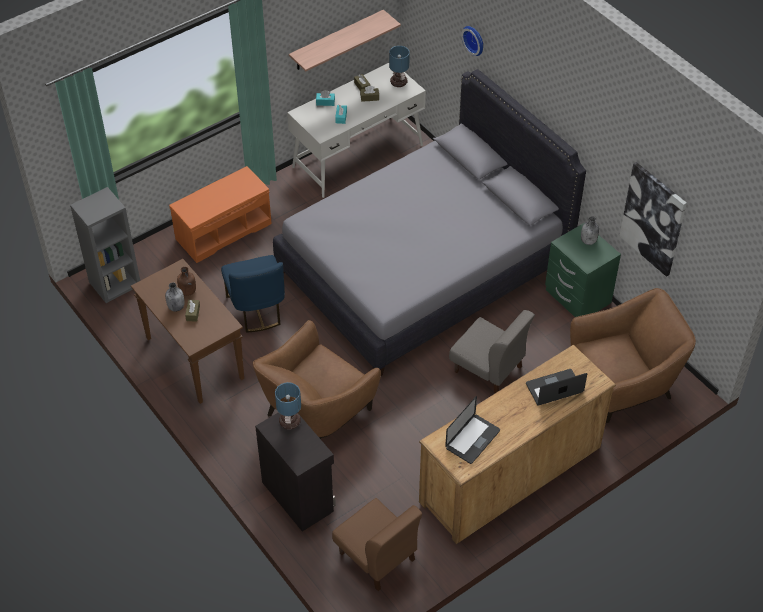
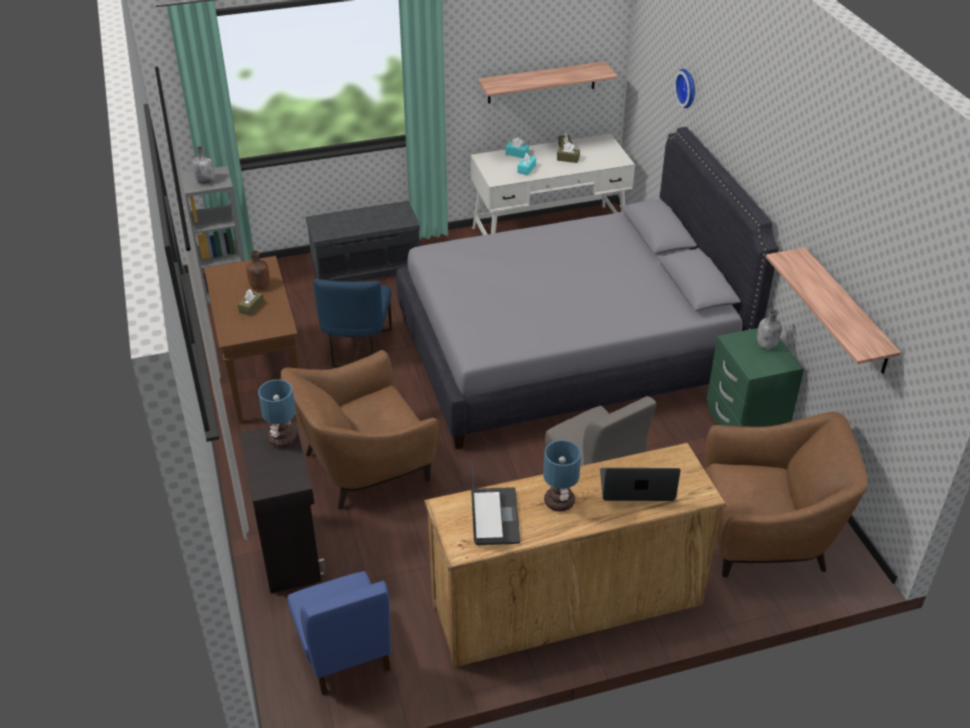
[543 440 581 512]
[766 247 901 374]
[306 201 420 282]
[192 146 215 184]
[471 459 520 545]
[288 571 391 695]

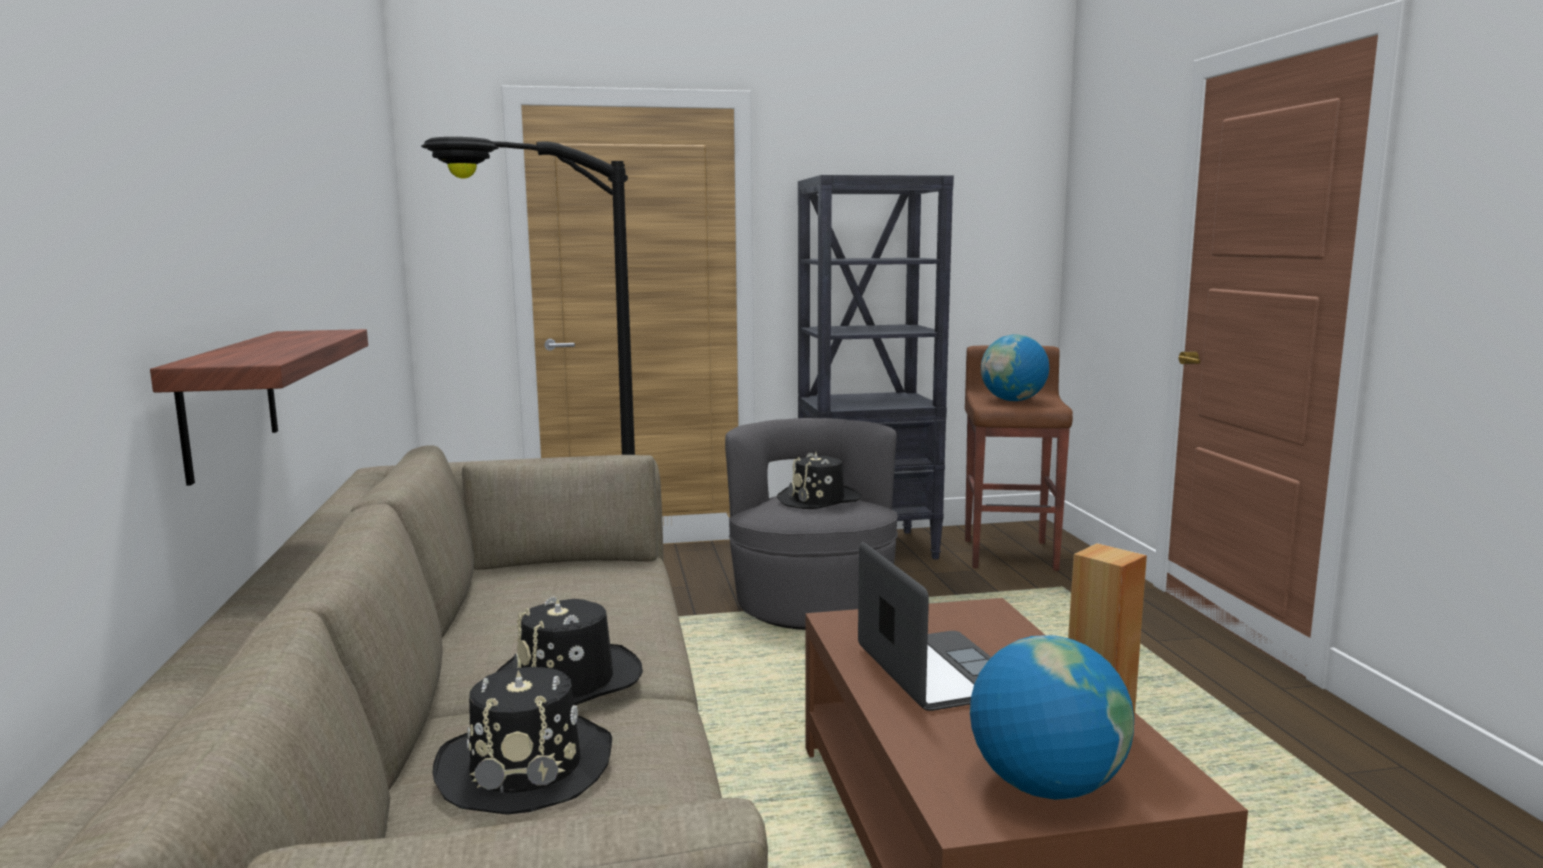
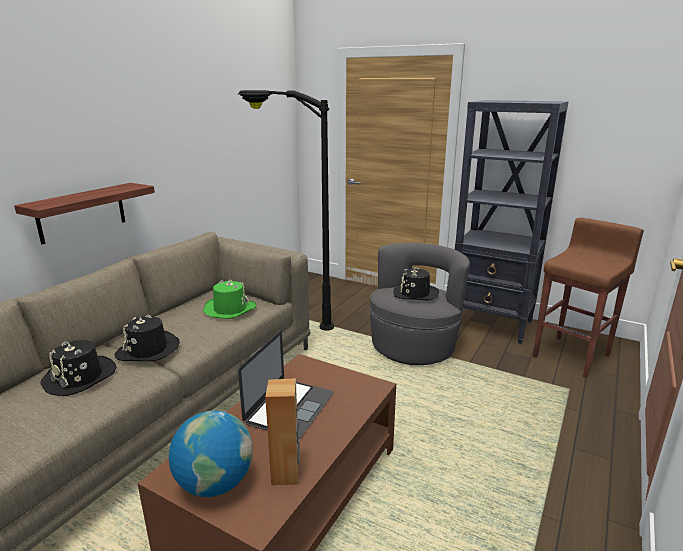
[981 334 1049 401] (first image)
[203 279 256 319]

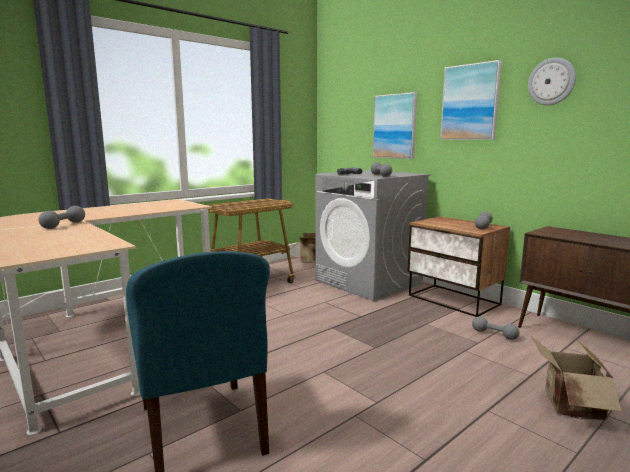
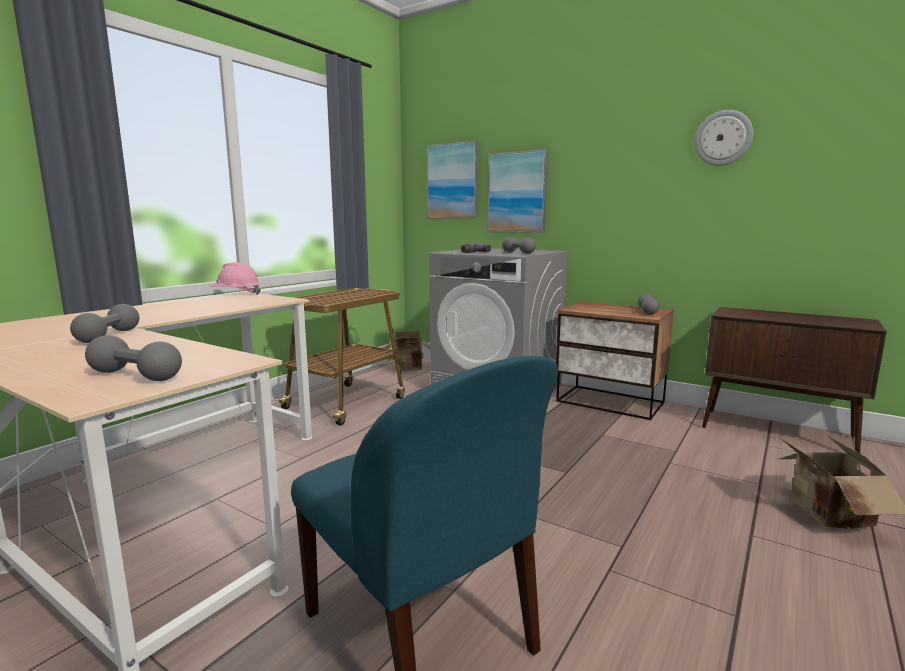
[427 141 479 219]
[85 335 182 381]
[211 262 261 295]

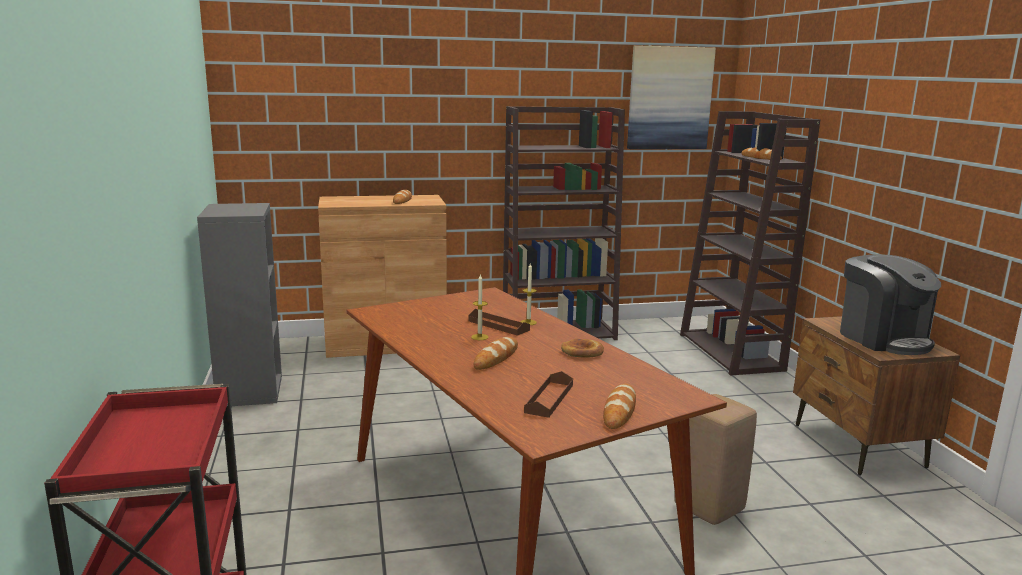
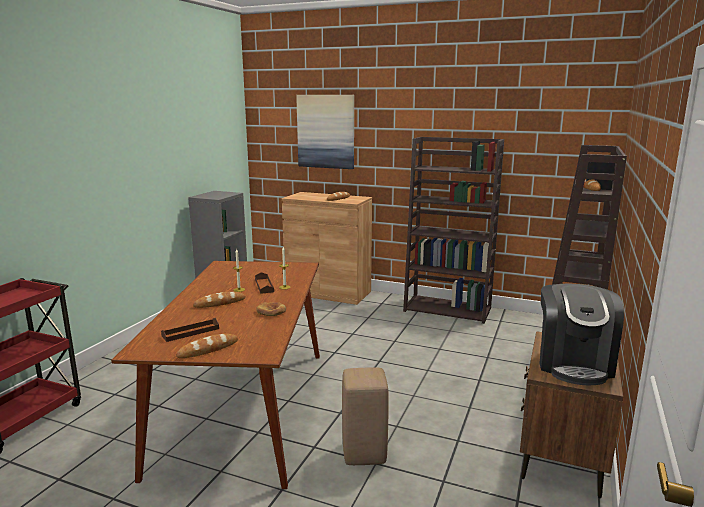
[296 95 354 169]

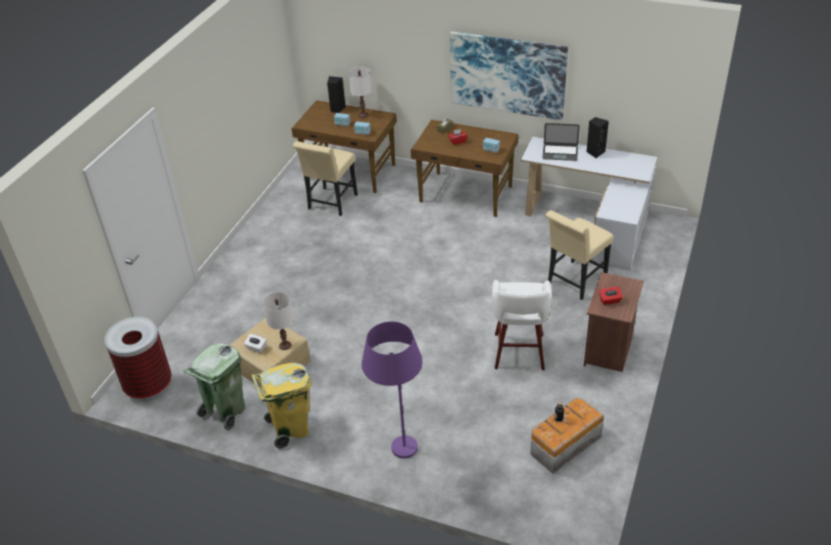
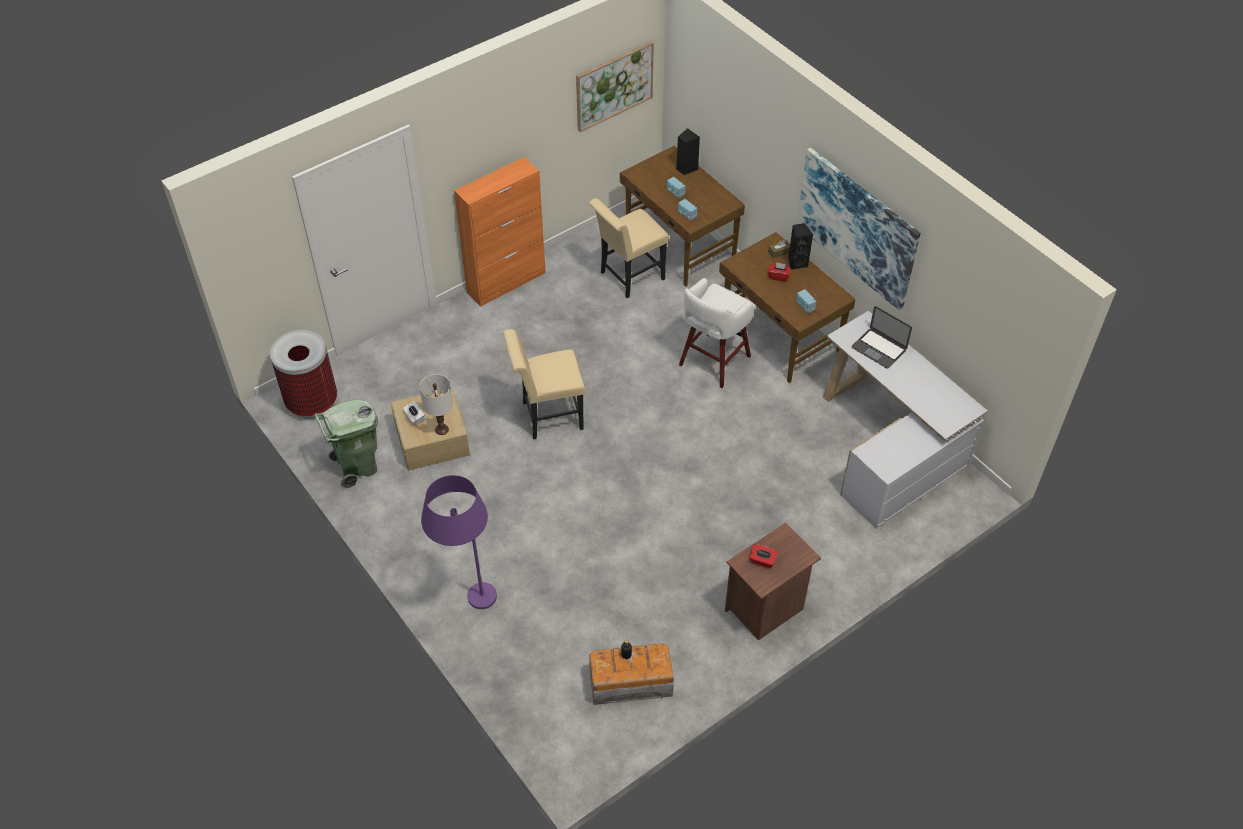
[348 67 372 118] (first image)
[788 223 813 270]
[503 329 585 440]
[679 278 755 388]
[252 363 311 449] (first image)
[576 41 654 132]
[454 157 546 307]

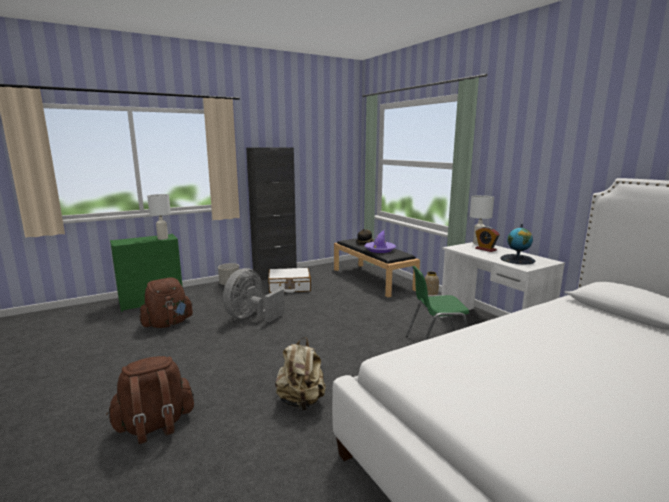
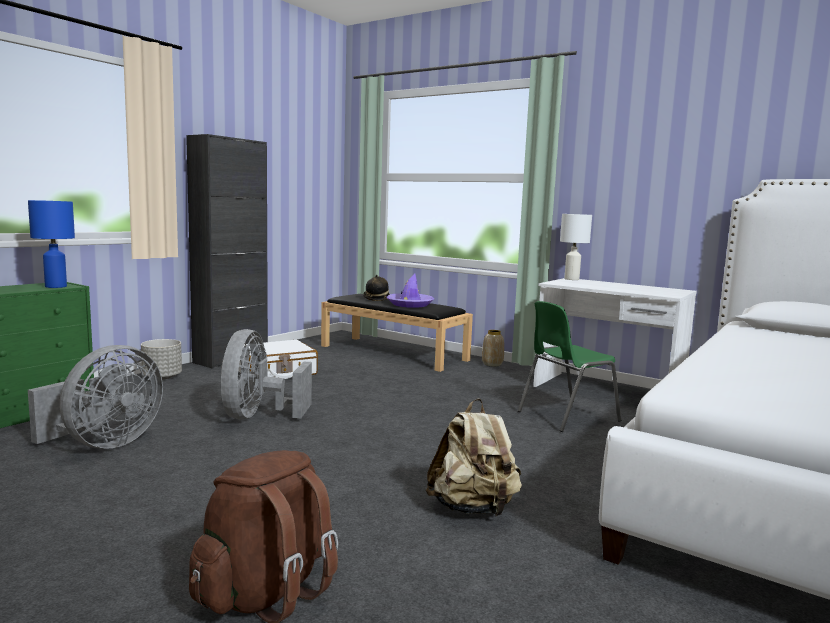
[28 200 75 288]
[500 224 535 264] (first image)
[475 227 500 252] (first image)
[28 345 163 449]

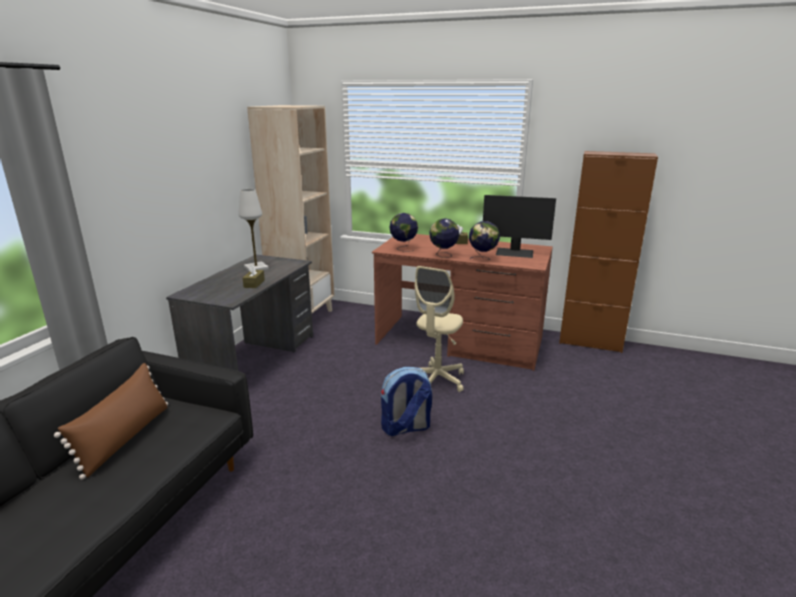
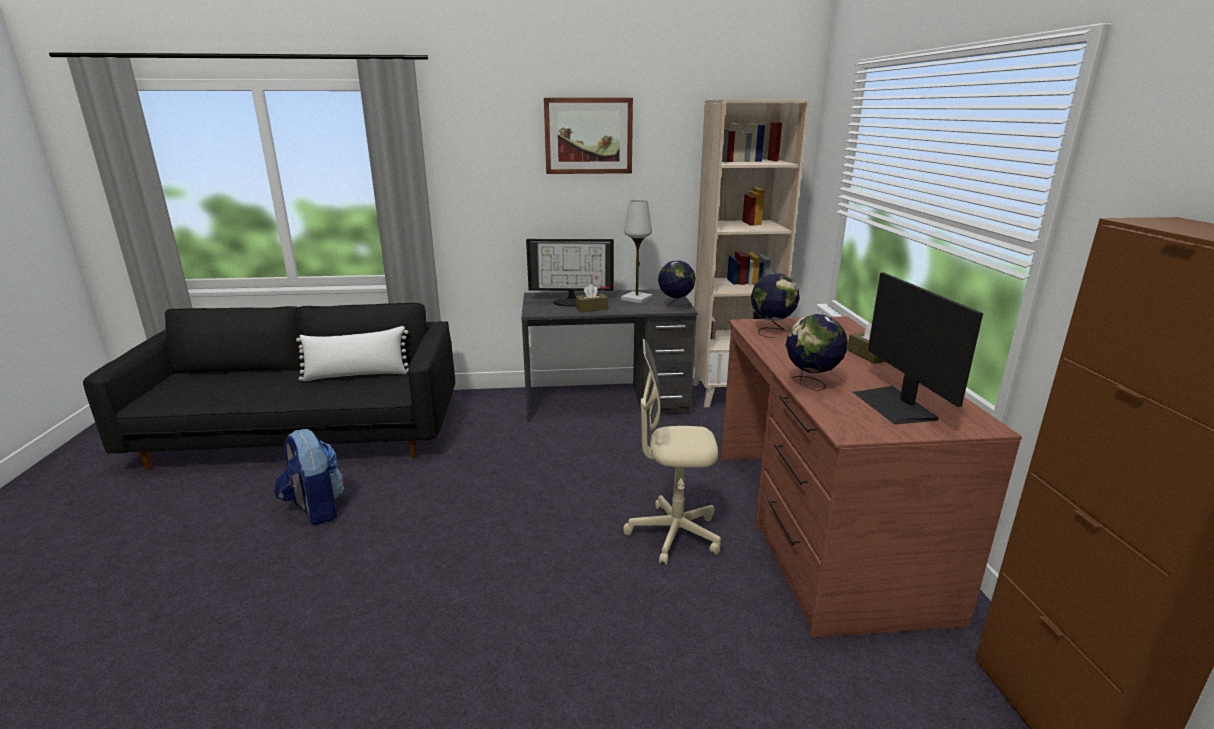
[658 261 696 310]
[296 326 408 381]
[274 429 345 525]
[544 98 633 174]
[526 239 614 307]

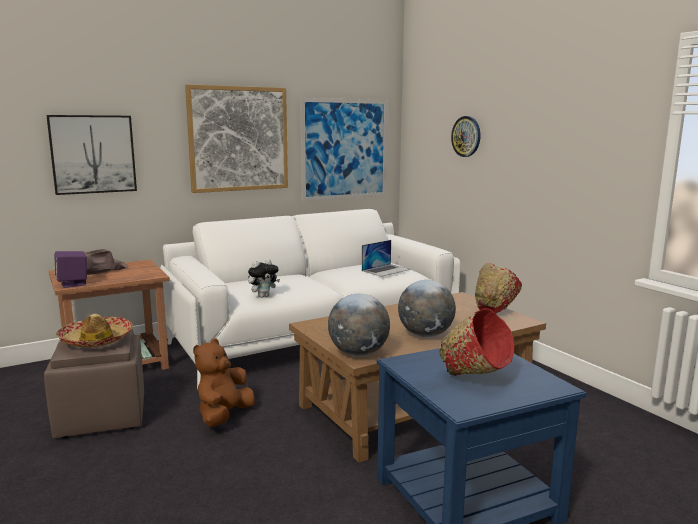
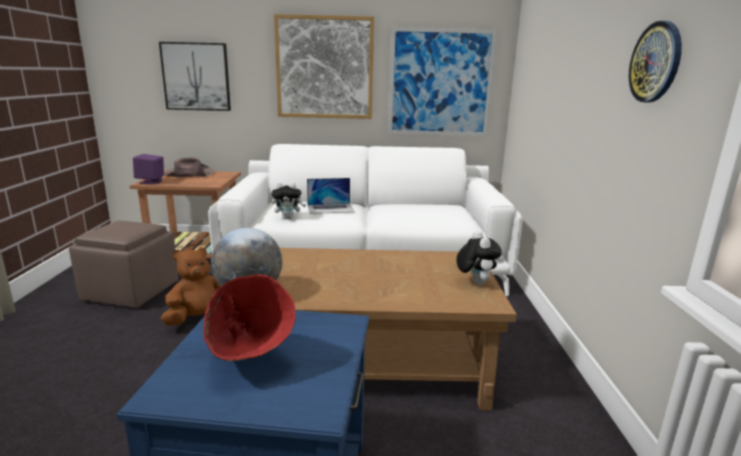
[629 21 682 103]
[307 178 355 214]
[456 231 502 285]
[398 280 456 337] (first image)
[56 314 133 347] (first image)

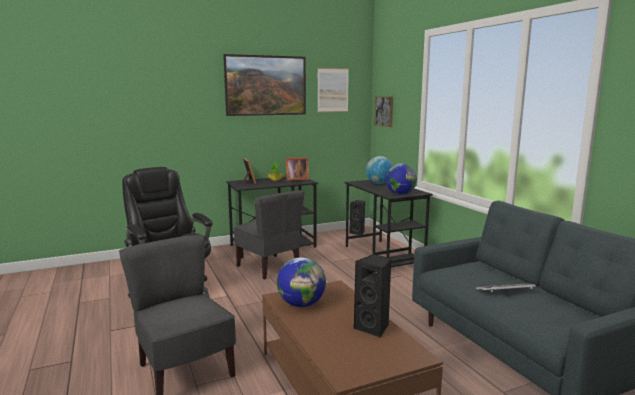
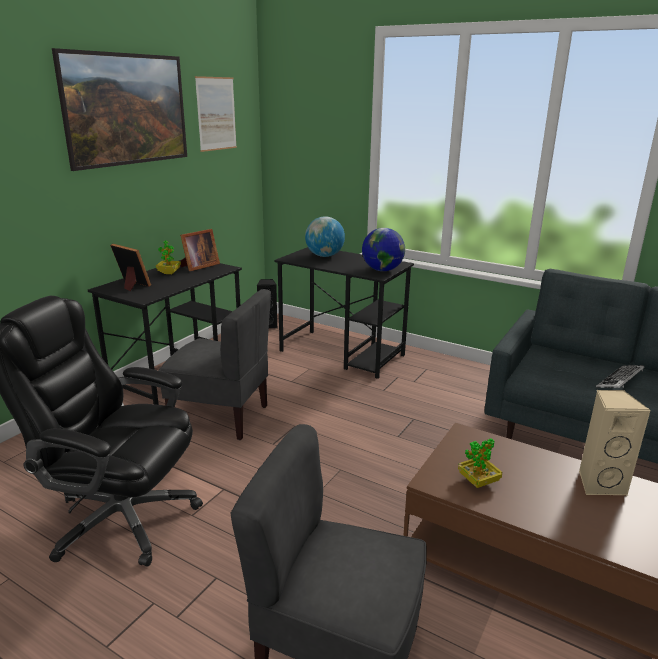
[375 96 393 127] (first image)
[579 390 651 496]
[458 438 502 488]

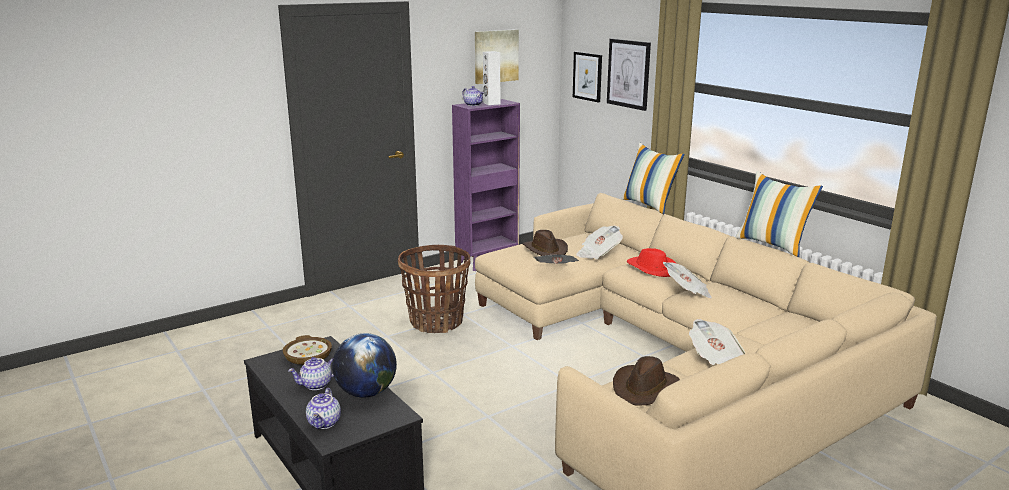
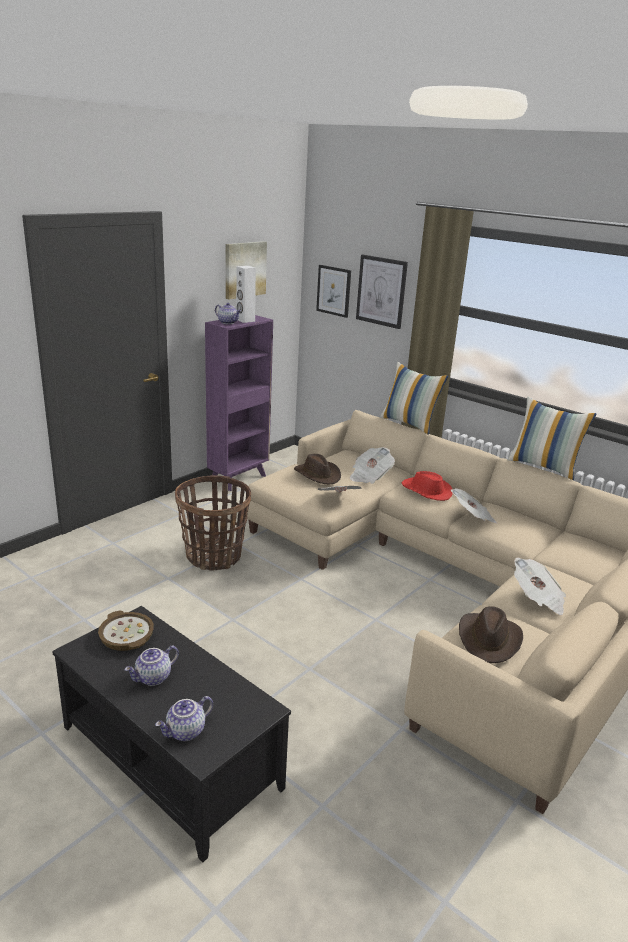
[332 333 397 397] (first image)
[155 696 213 741]

